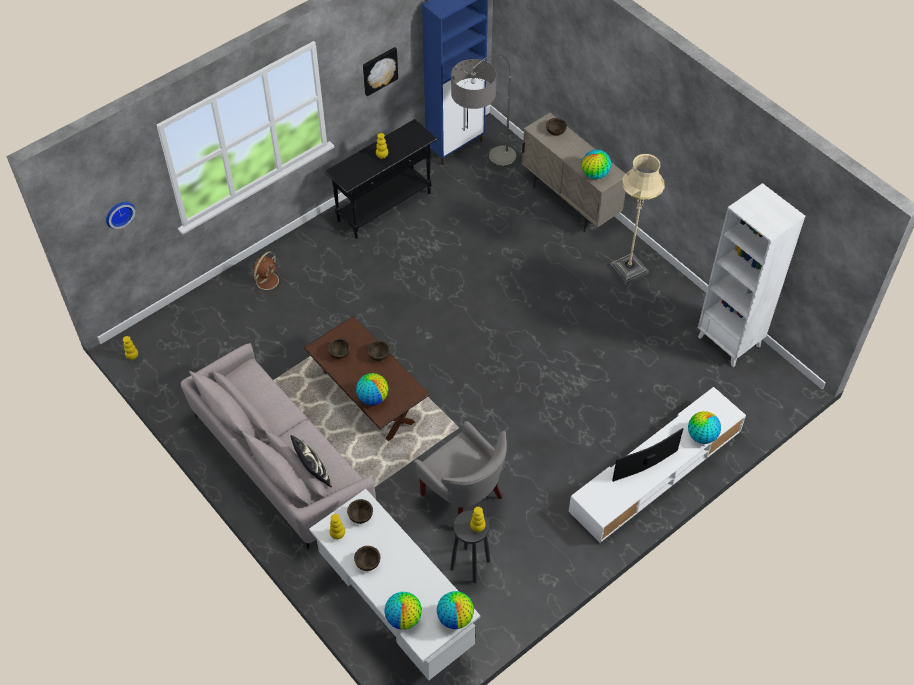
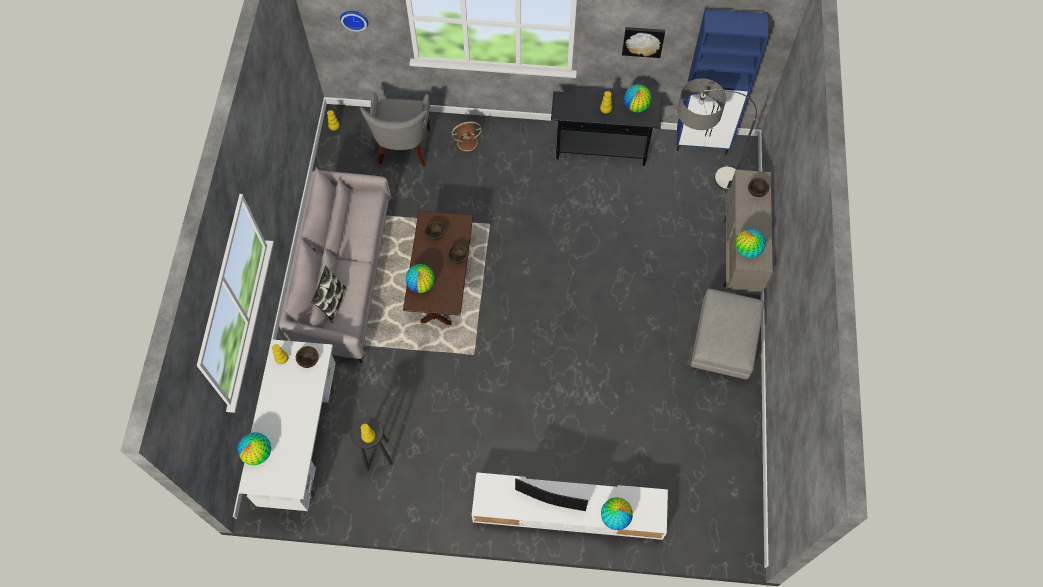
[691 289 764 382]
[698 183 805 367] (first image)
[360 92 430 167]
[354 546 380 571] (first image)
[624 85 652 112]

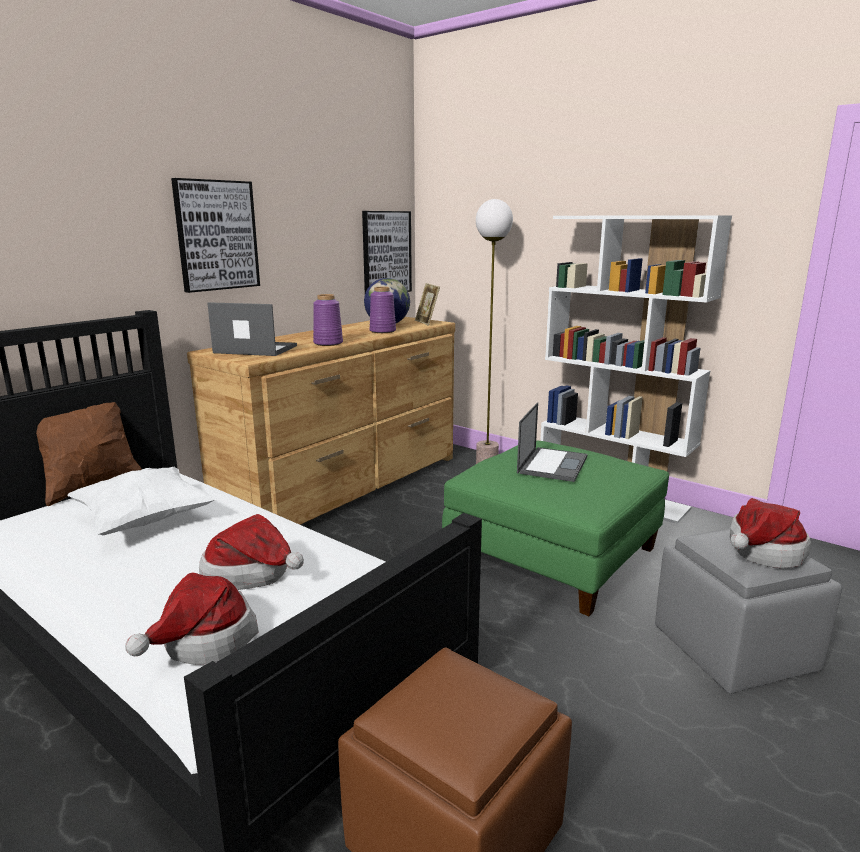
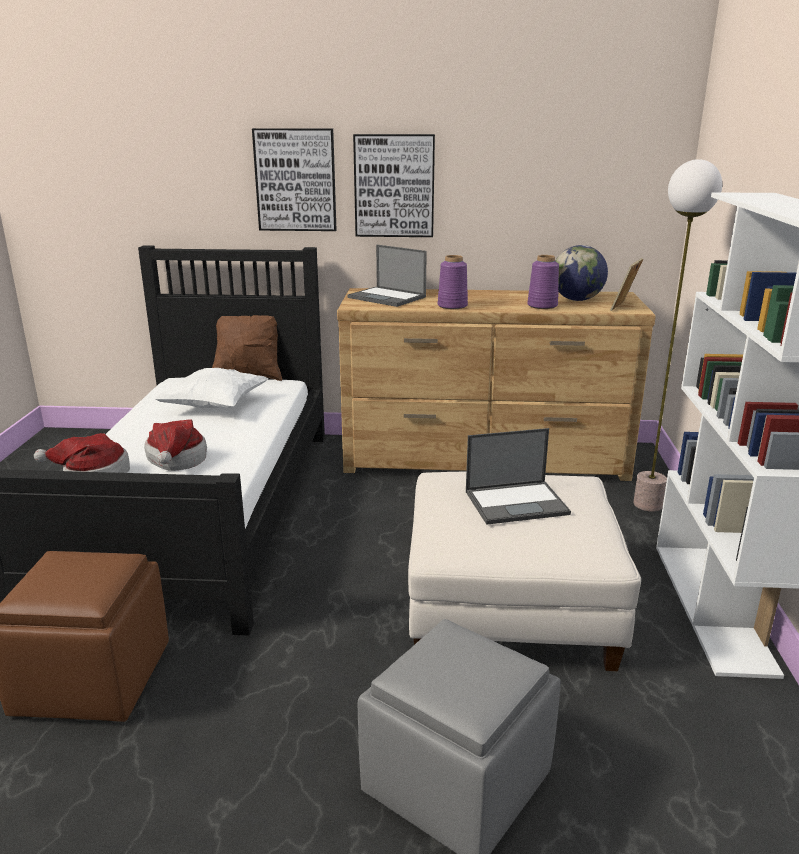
[252 128 336 231]
[347 245 427 307]
[408 472 641 671]
[730 498 811 568] (first image)

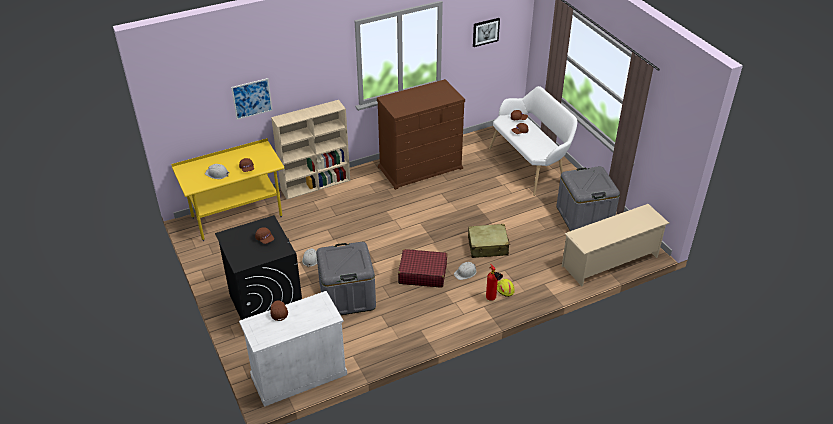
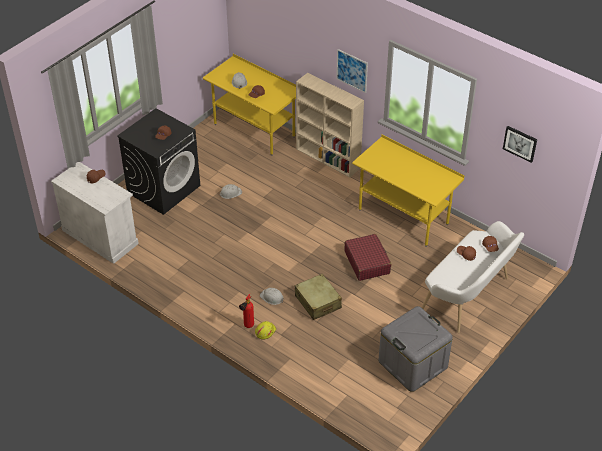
[336 49 368 93]
[352 134 465 247]
[562 204 670 286] (first image)
[316 242 376 315] (first image)
[344 234 391 281]

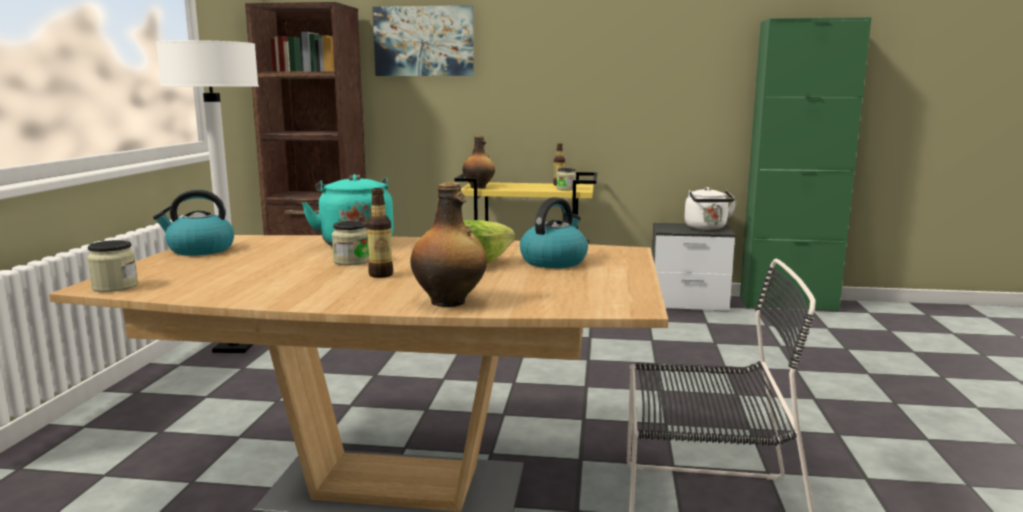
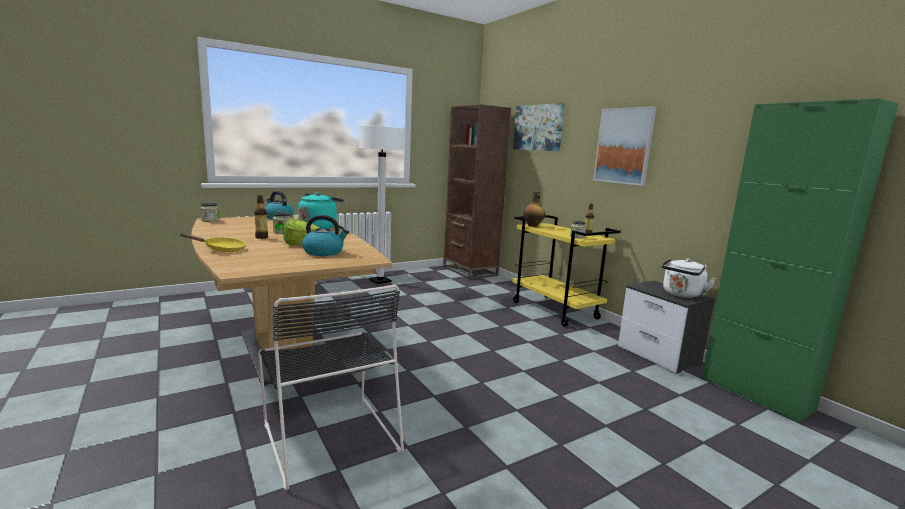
[180 233 246 252]
[593 106 656 186]

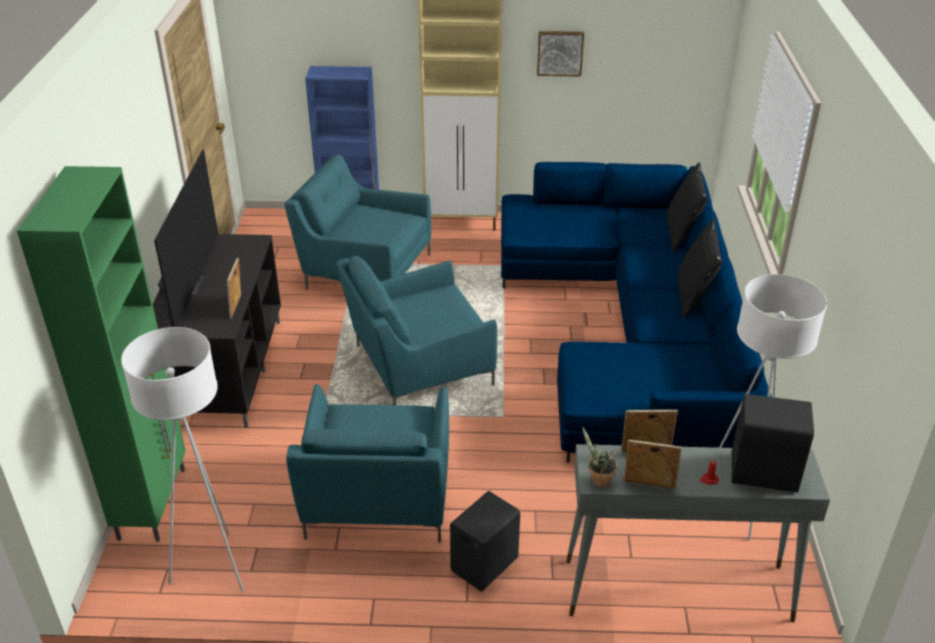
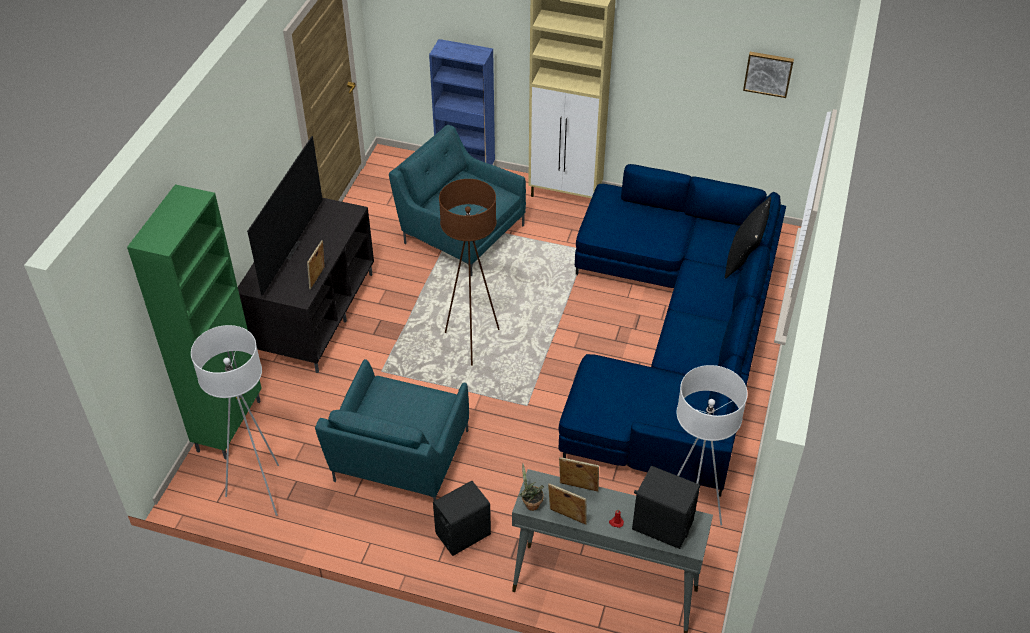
[743 52 794 98]
[678 219 722 319] (first image)
[439 179 500 366]

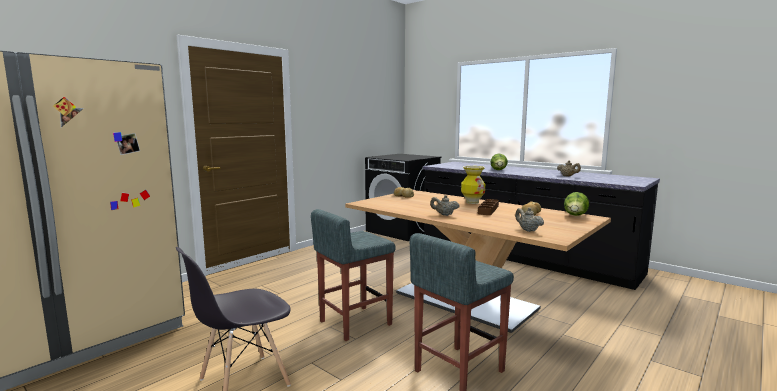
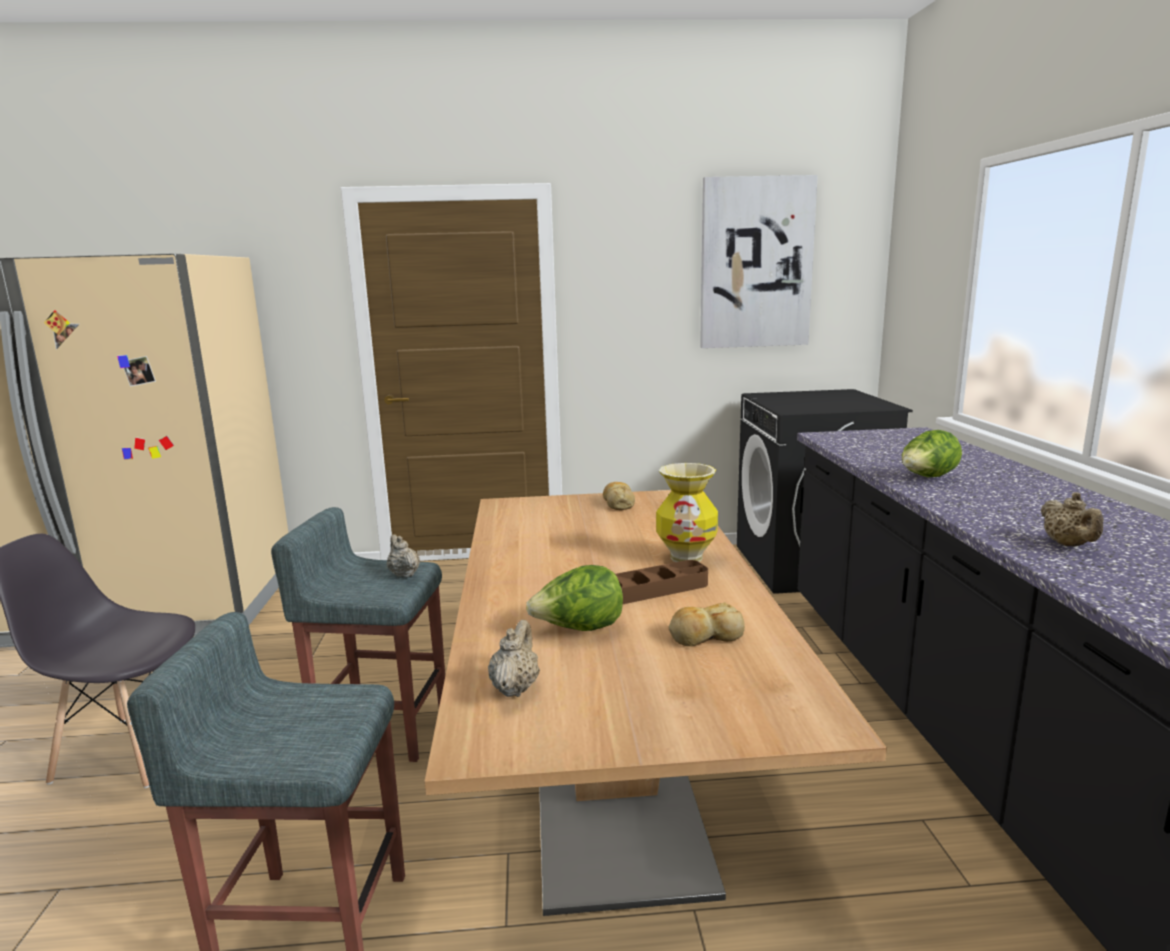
[526 565 623 631]
[387 534 420 578]
[700 175 818 348]

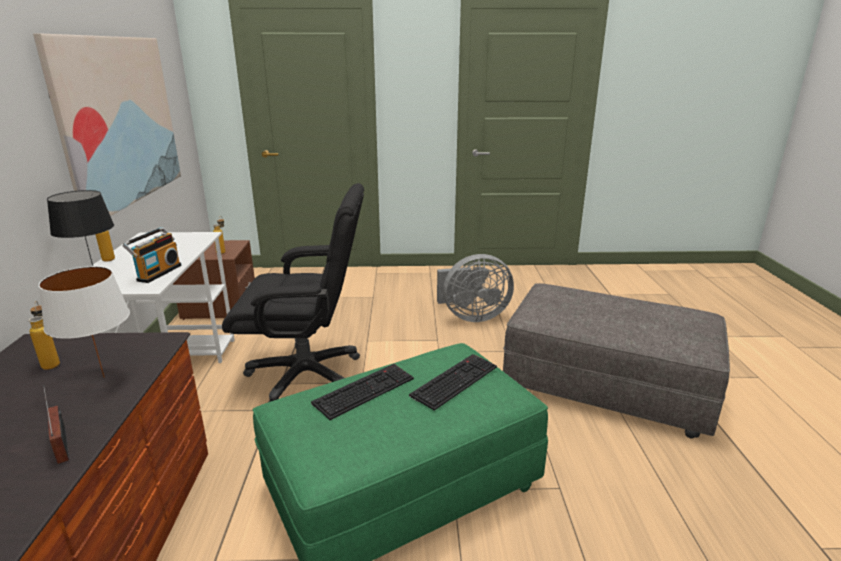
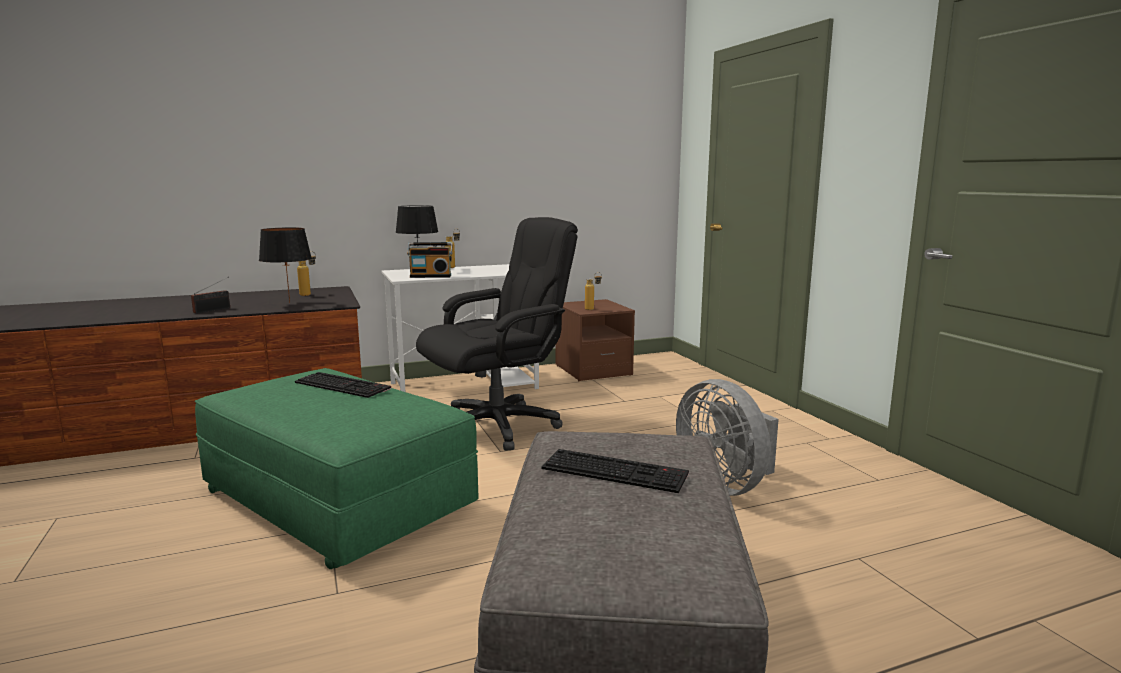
[33 34 181 216] (first image)
[416 217 578 451]
[259 227 312 304]
[541 449 689 493]

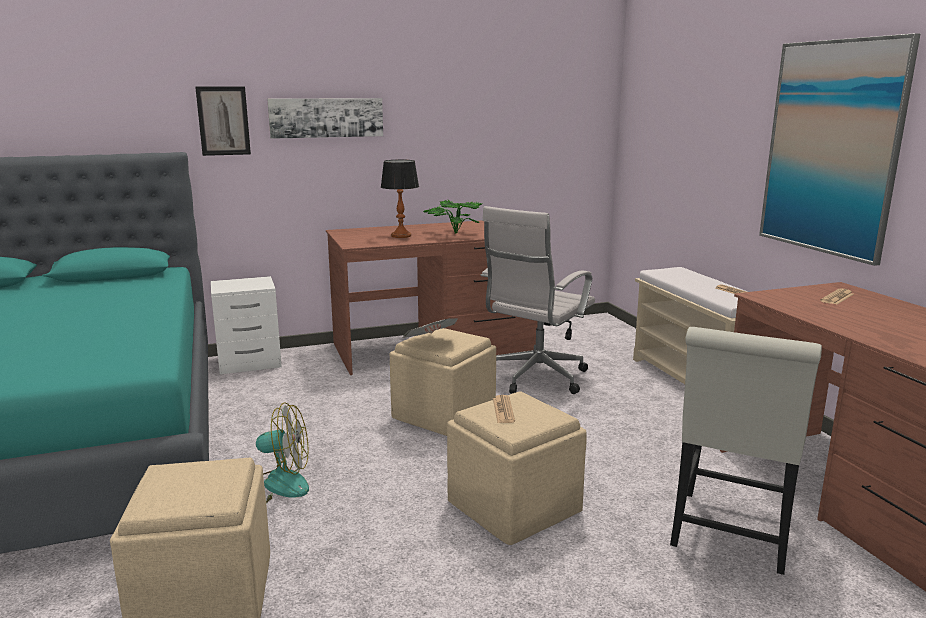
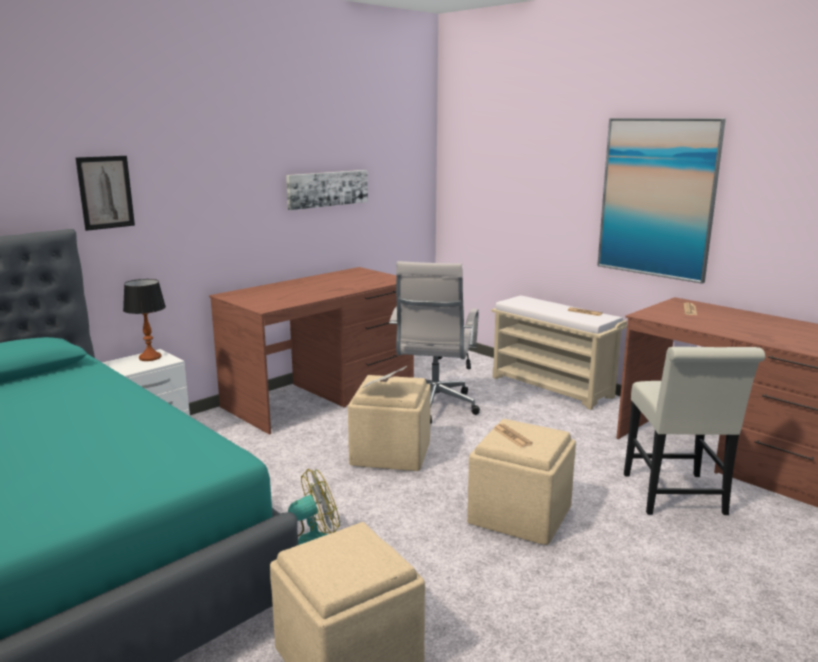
[286 170 368 210]
[123 279 166 361]
[423 200 482 234] (first image)

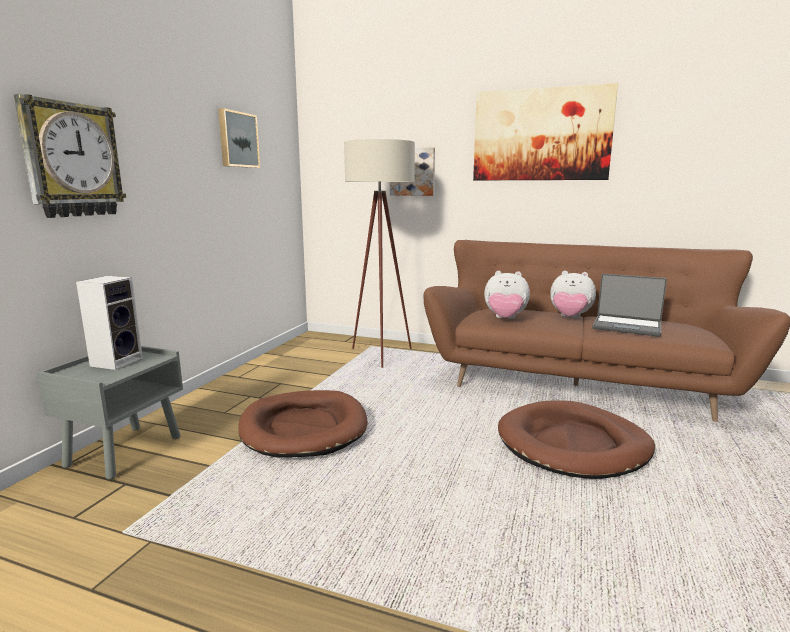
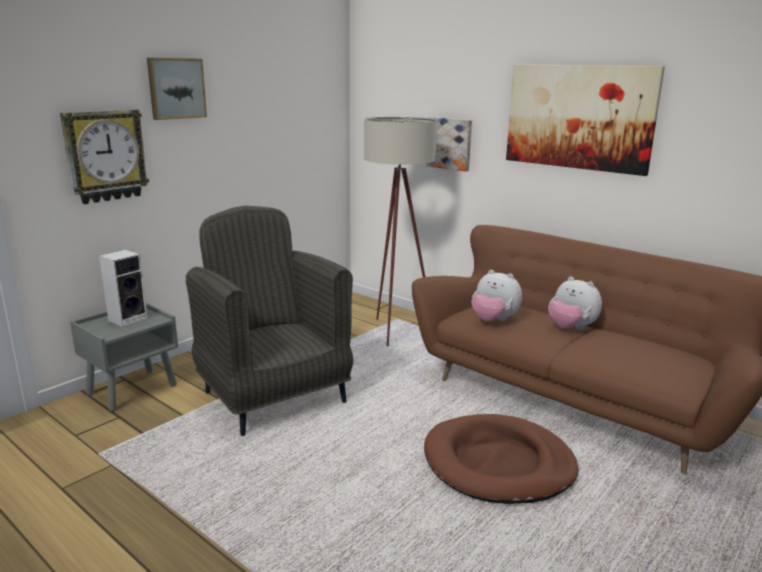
[147 58 207 120]
[592 274 667 337] (first image)
[186 206 353 436]

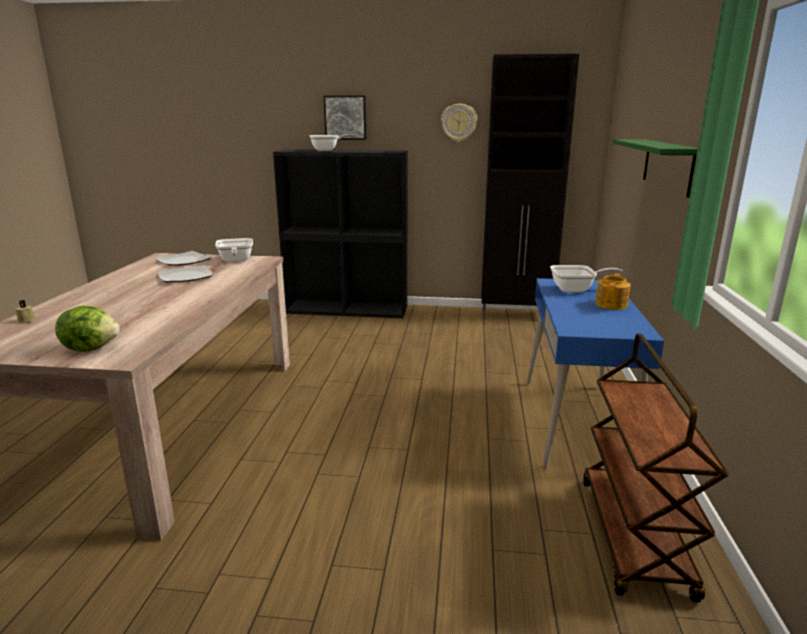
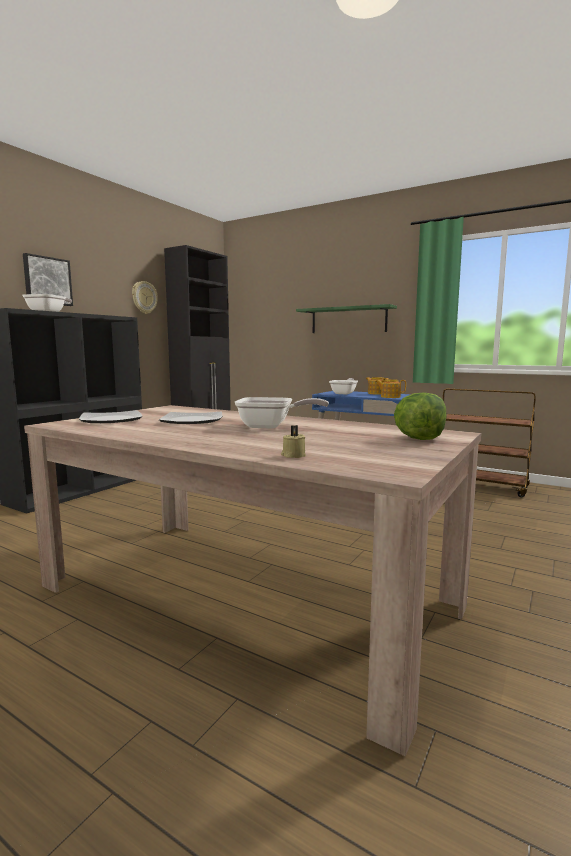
[235 397 329 429]
[375 379 406 398]

